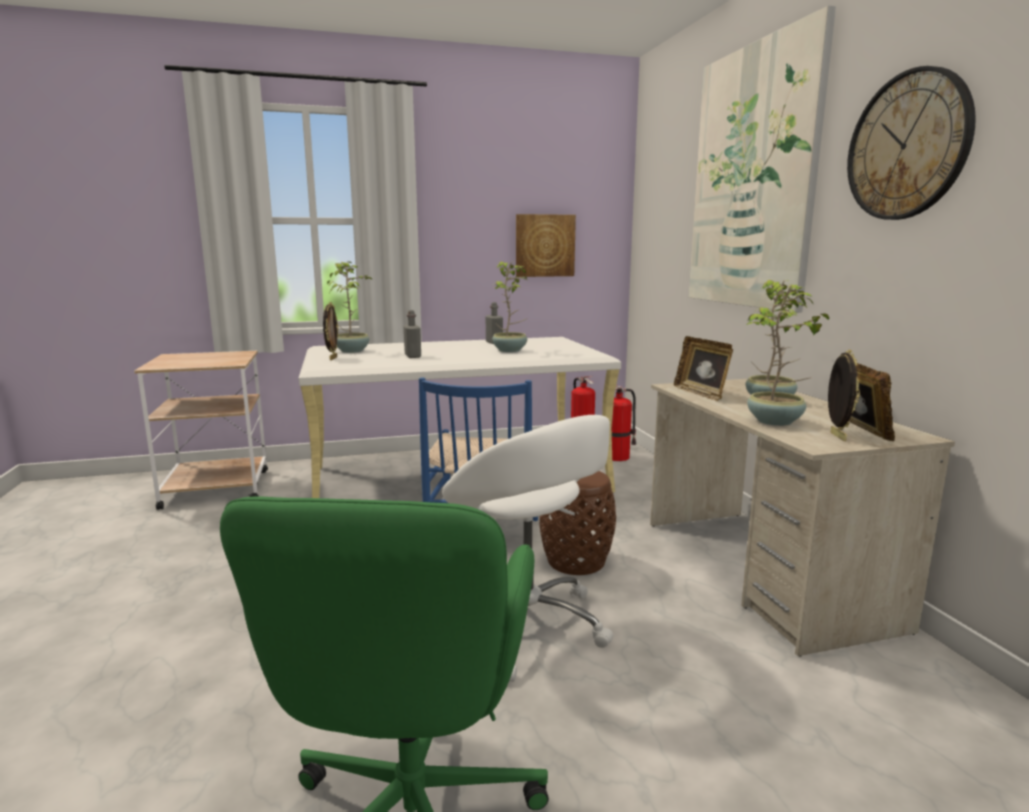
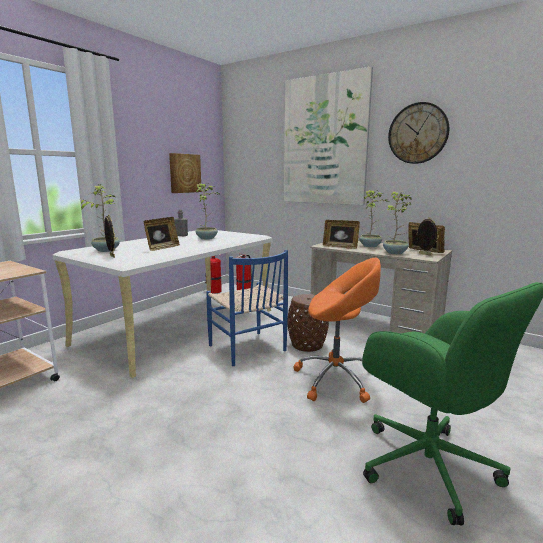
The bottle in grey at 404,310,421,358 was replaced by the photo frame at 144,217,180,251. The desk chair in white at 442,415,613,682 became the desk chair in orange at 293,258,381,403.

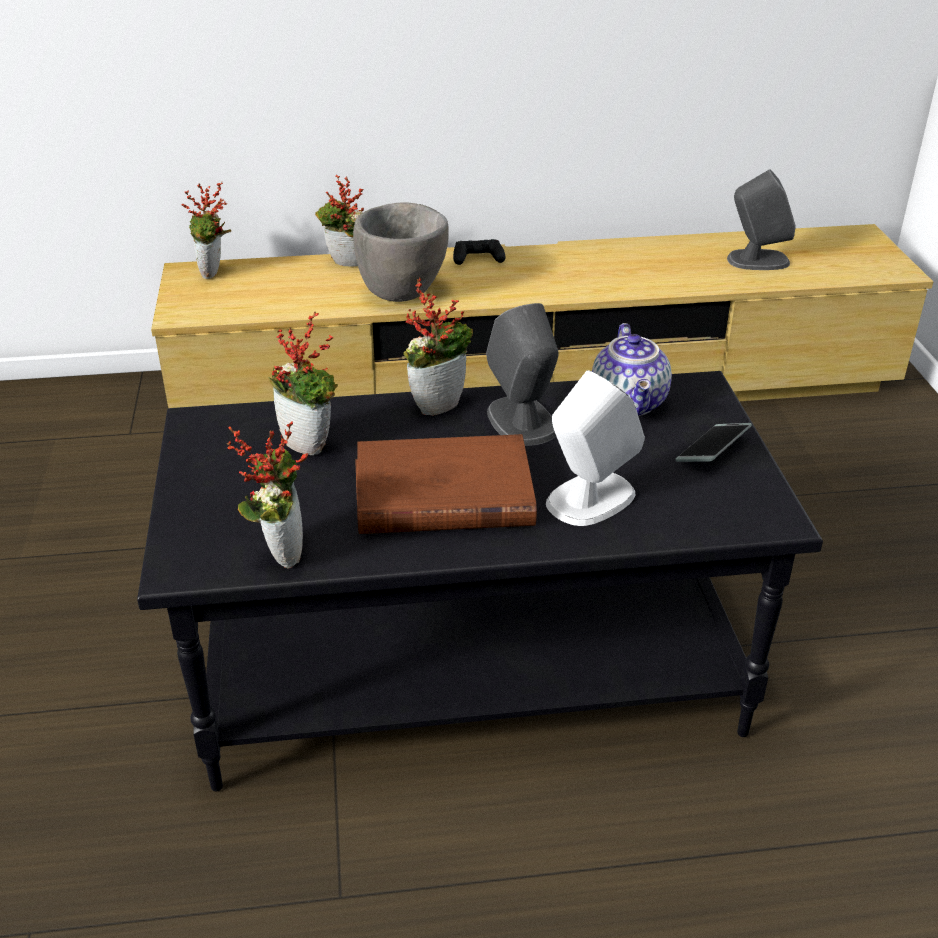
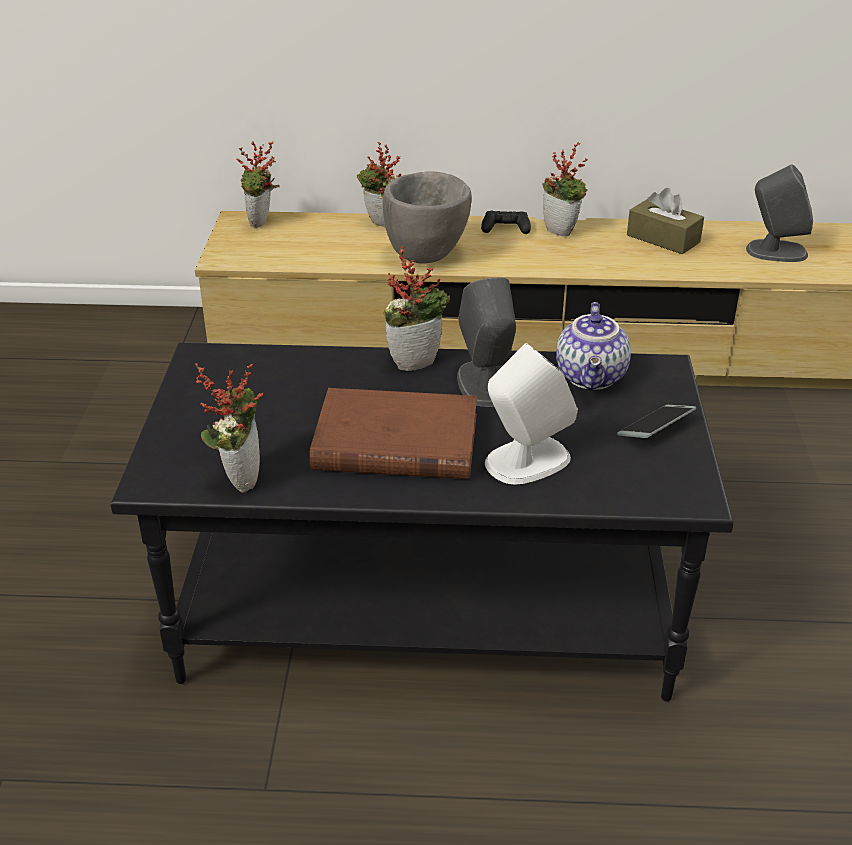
The potted plant moved from 268,312,338,455 to 542,142,588,237. The tissue box in brown-coloured at 627,188,704,254 appeared.

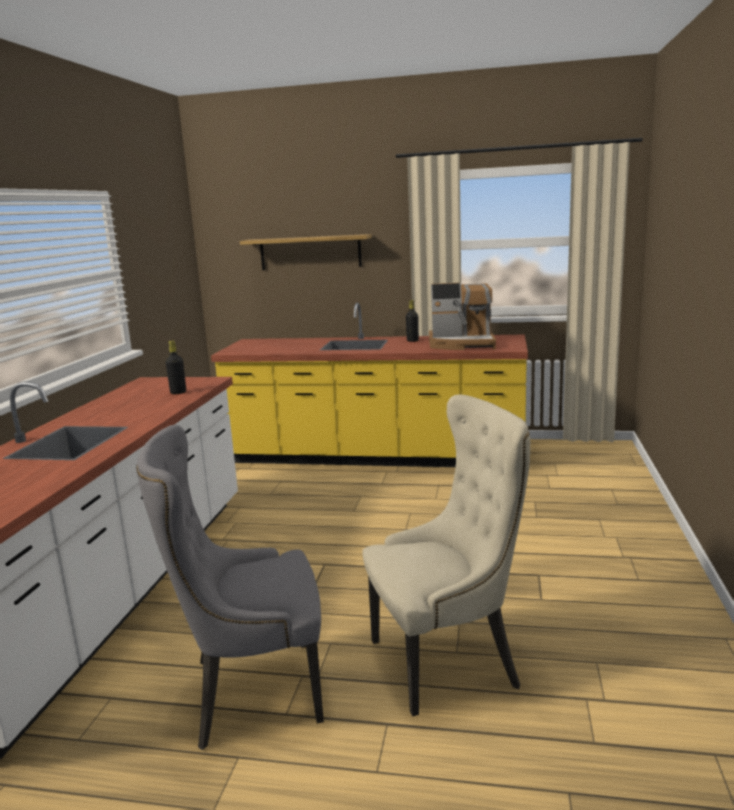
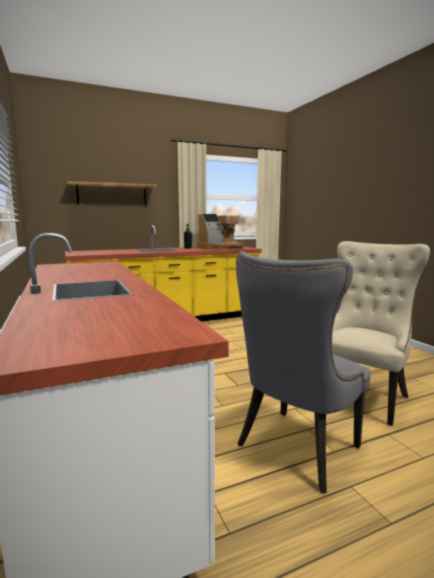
The bottle in blackish at 166,341,186,394 disappeared.

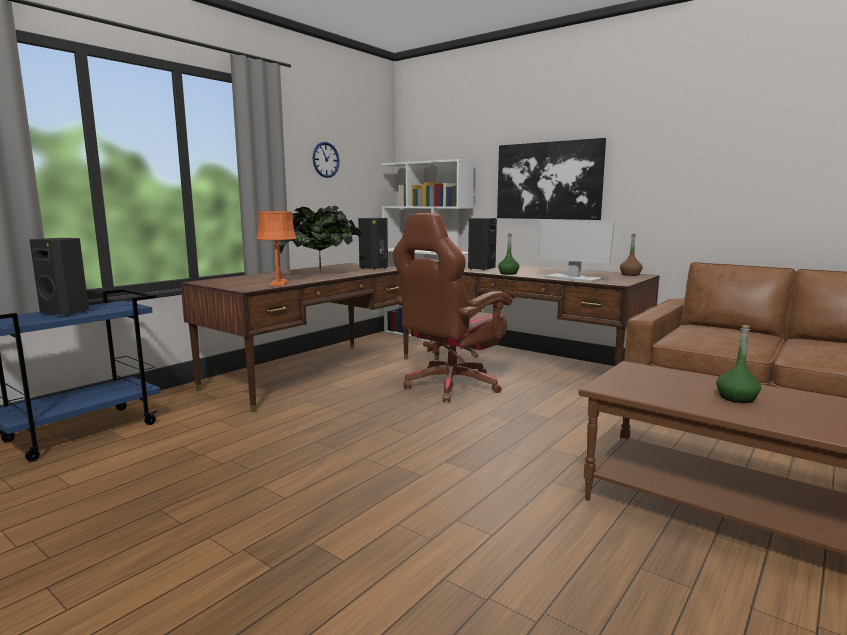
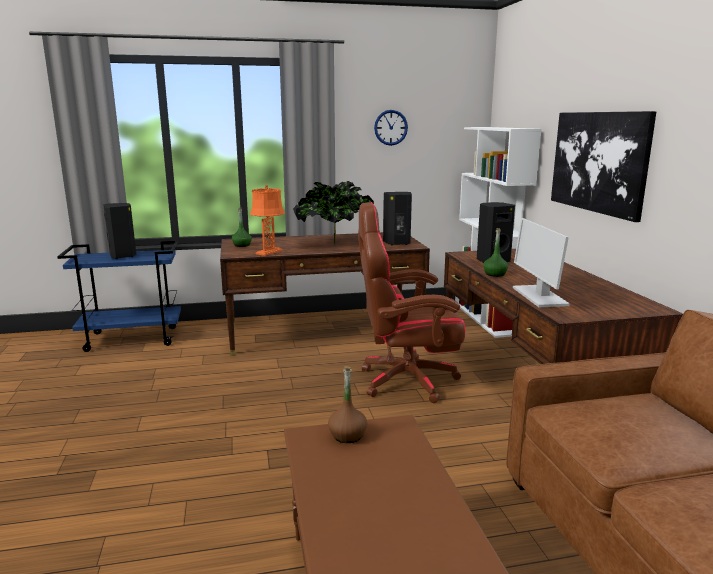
The bottle in brown-coloured moved from 620,234,643,276 to 328,366,367,443. The bottle in green-coloured moved from 716,325,761,403 to 232,208,252,247.

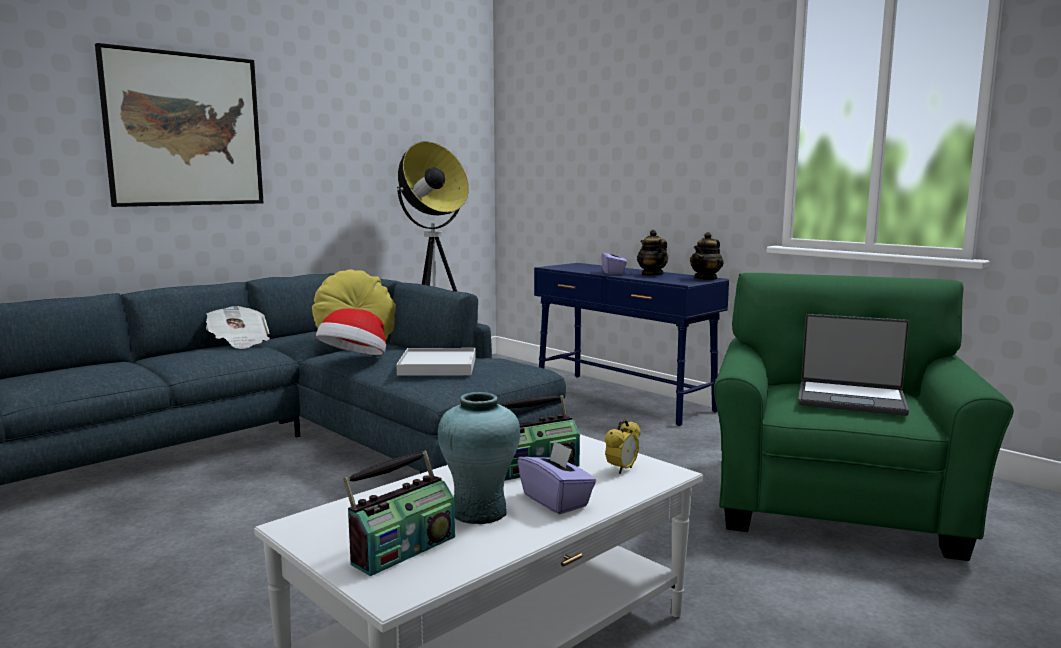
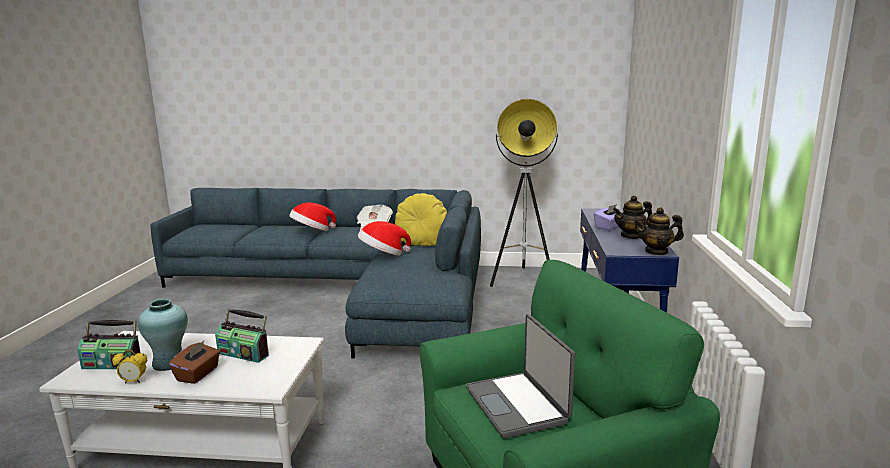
The wall art at 95,43,264,207 disappeared. The carrying tray in white at 396,348,476,376 disappeared. The tissue box in purple at 517,441,596,514 became the tissue box in brown-coloured at 169,341,220,384. The bedside clock moved from 605,419,641,474 to 112,350,147,383. The tea pot at 637,230,668,276 turned 135 degrees counterclockwise. The clothing hat at 289,202,336,231 appeared.

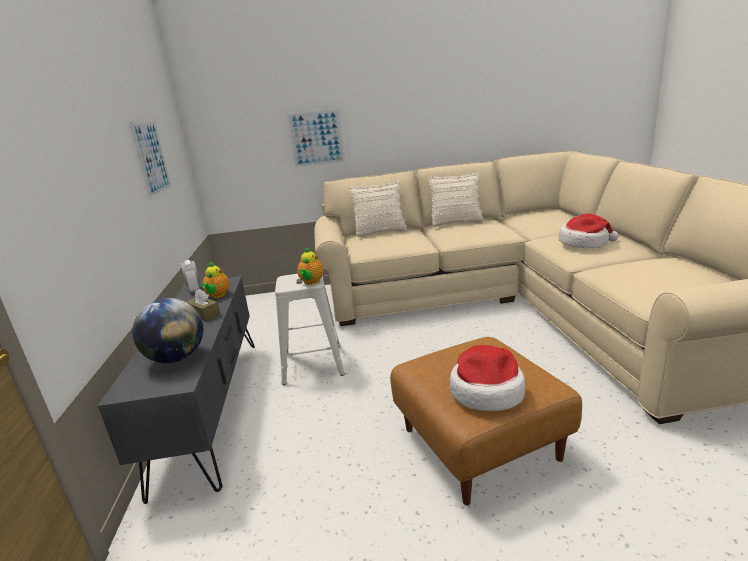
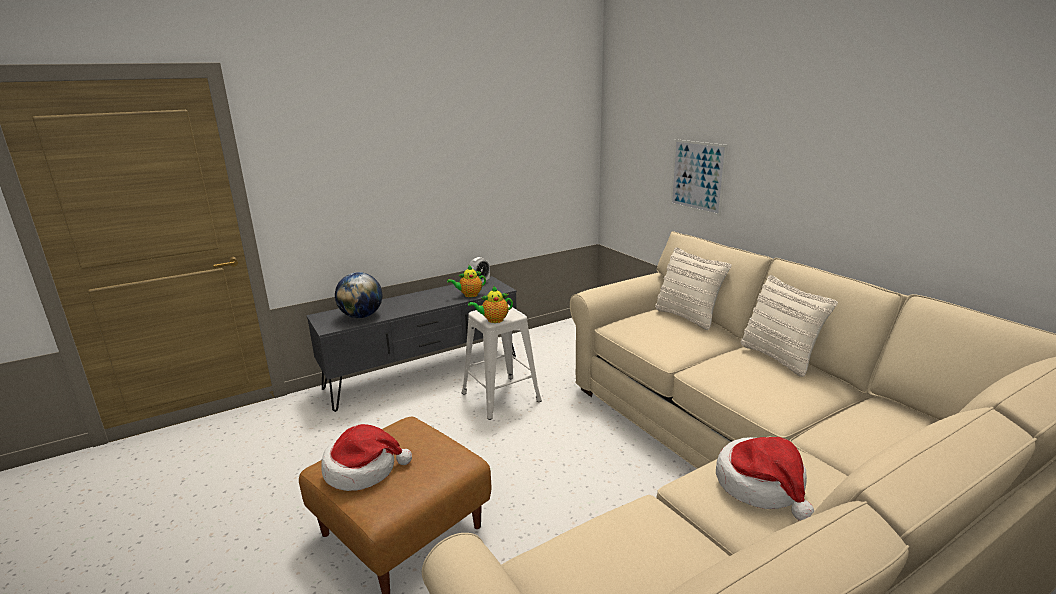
The wall art at 129,120,172,199 disappeared. The tissue box in brown-coloured at 187,289,221,321 disappeared.

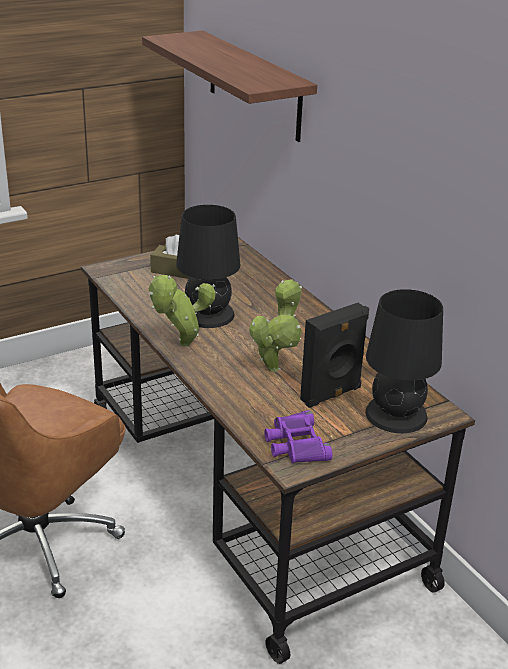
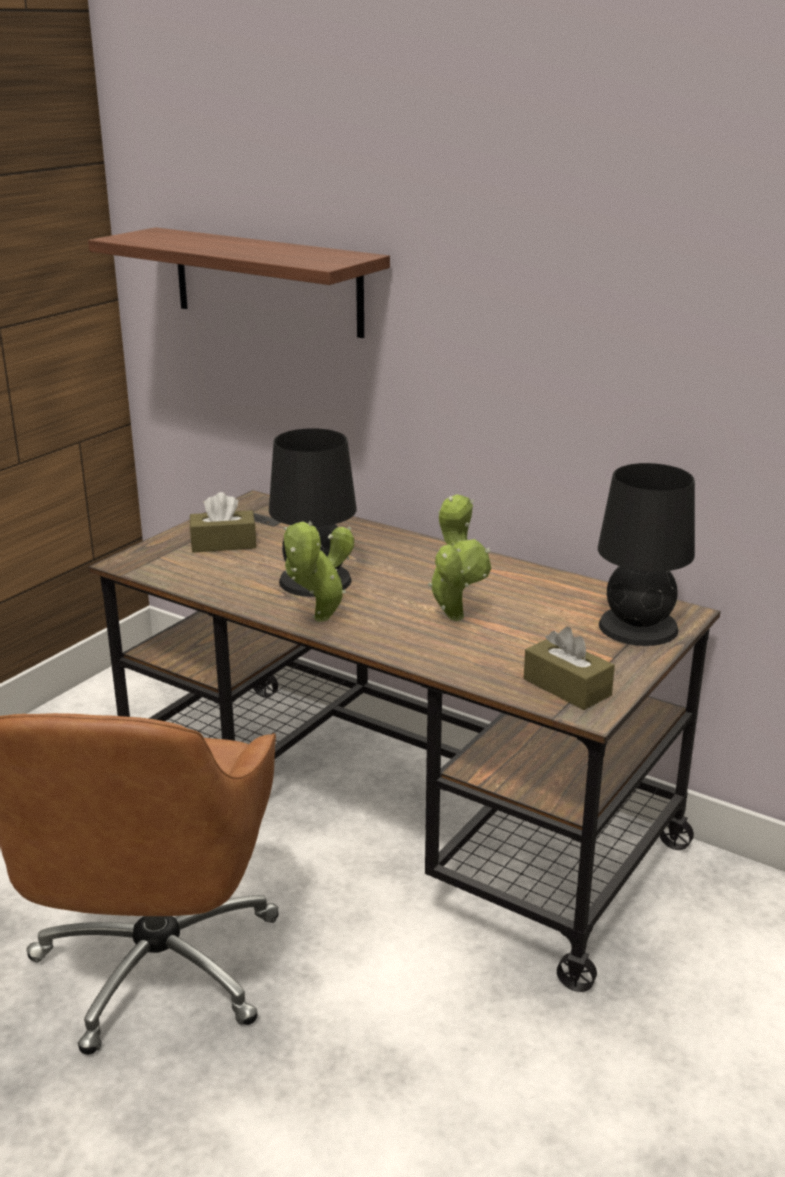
The binoculars in purple at 264,410,332,463 was replaced by the tissue box in brown-coloured at 524,627,615,710. The loudspeaker in blackish at 300,303,369,408 disappeared.

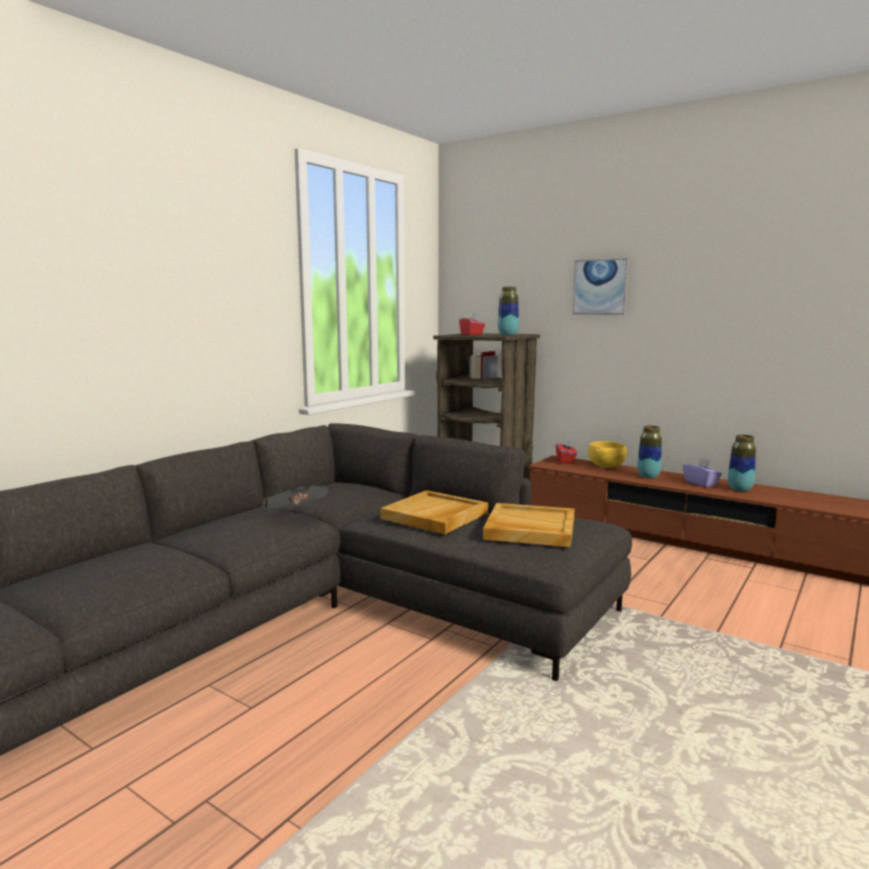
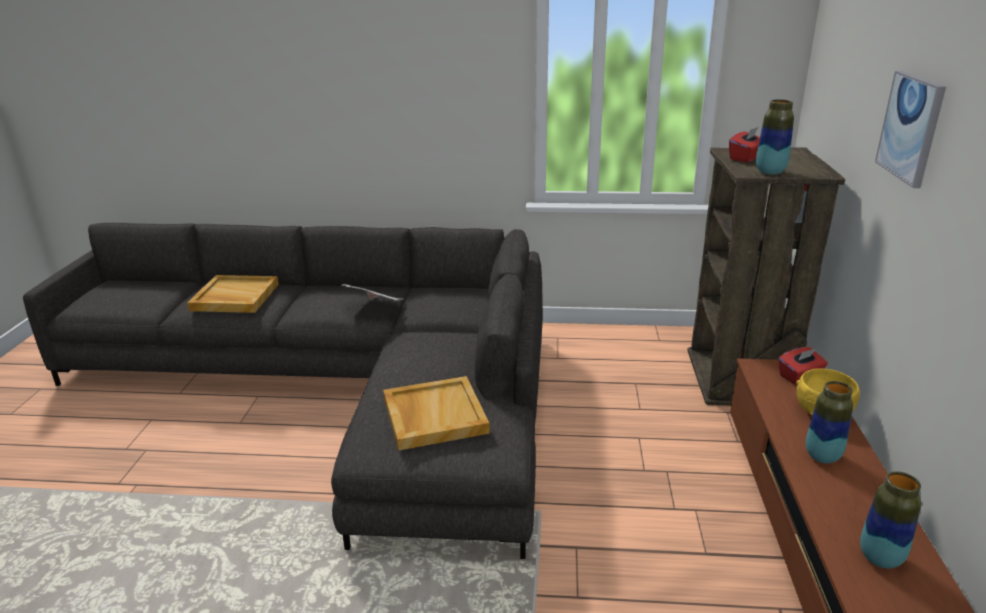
The carrying tray in beige moved from 380,490,488,534 to 187,275,279,313. The tissue box in purple at 683,457,722,487 disappeared.

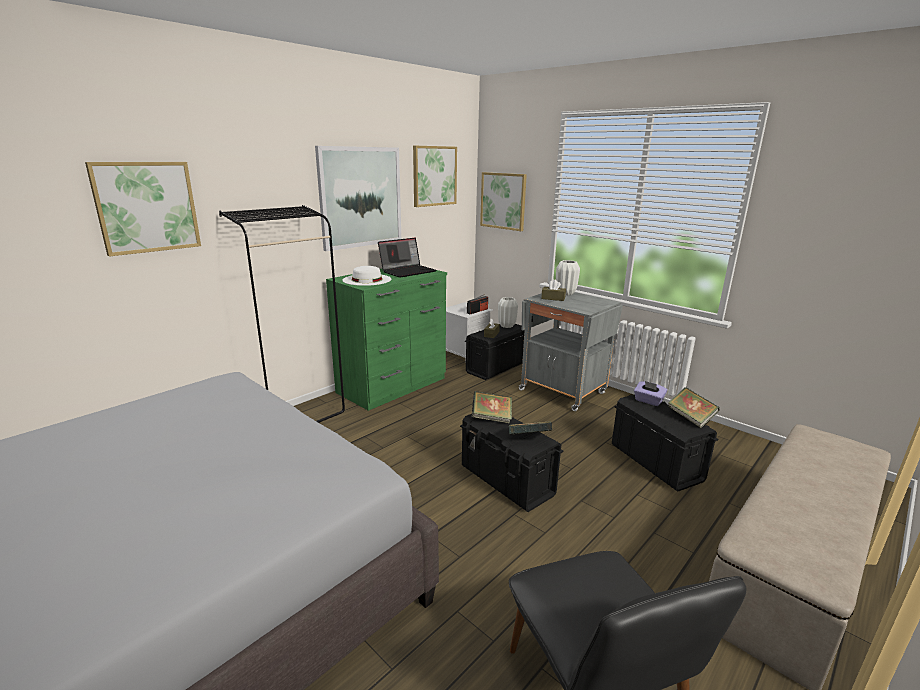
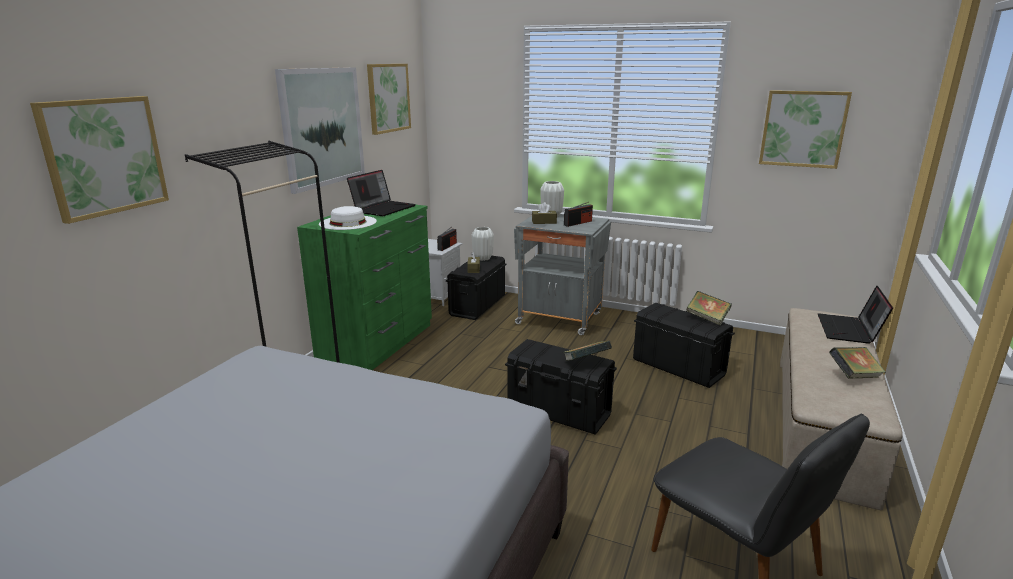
The book moved from 472,391,512,424 to 829,347,886,379. The wall art moved from 480,172,527,231 to 759,90,852,169. The tissue box in purple at 634,381,668,406 disappeared. The radio at 564,202,593,227 appeared. The notebook computer at 818,286,893,344 appeared.

